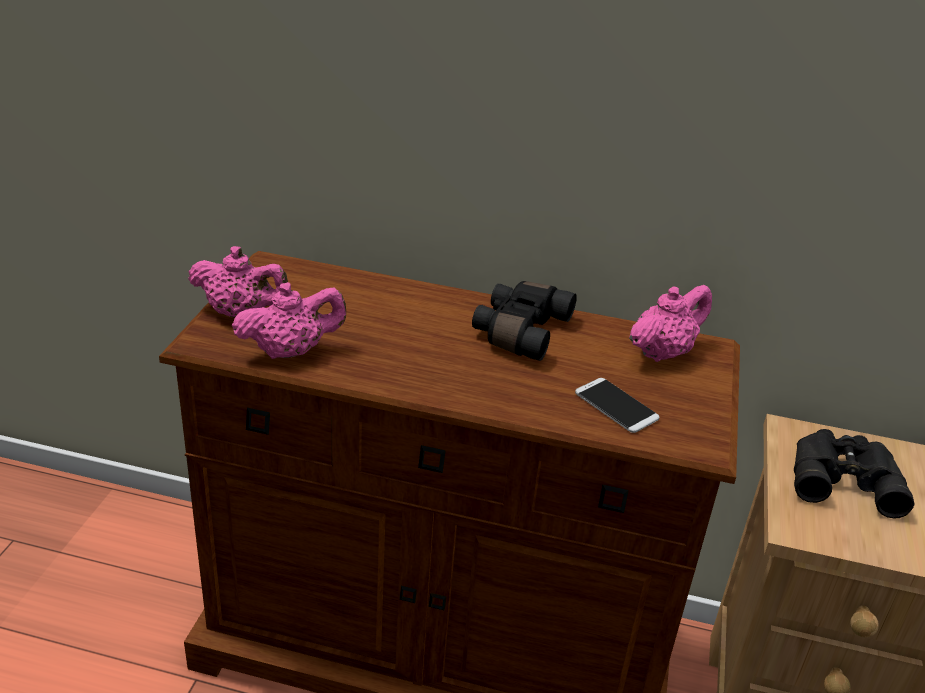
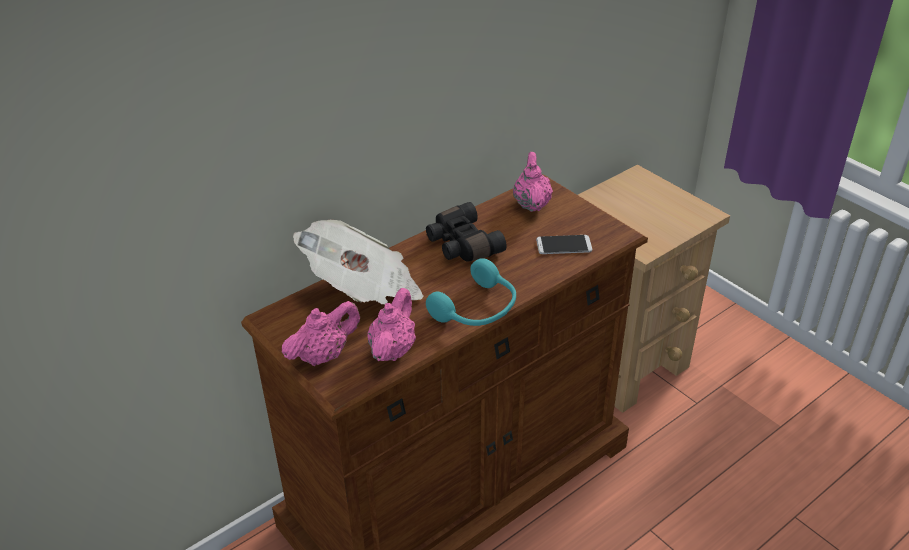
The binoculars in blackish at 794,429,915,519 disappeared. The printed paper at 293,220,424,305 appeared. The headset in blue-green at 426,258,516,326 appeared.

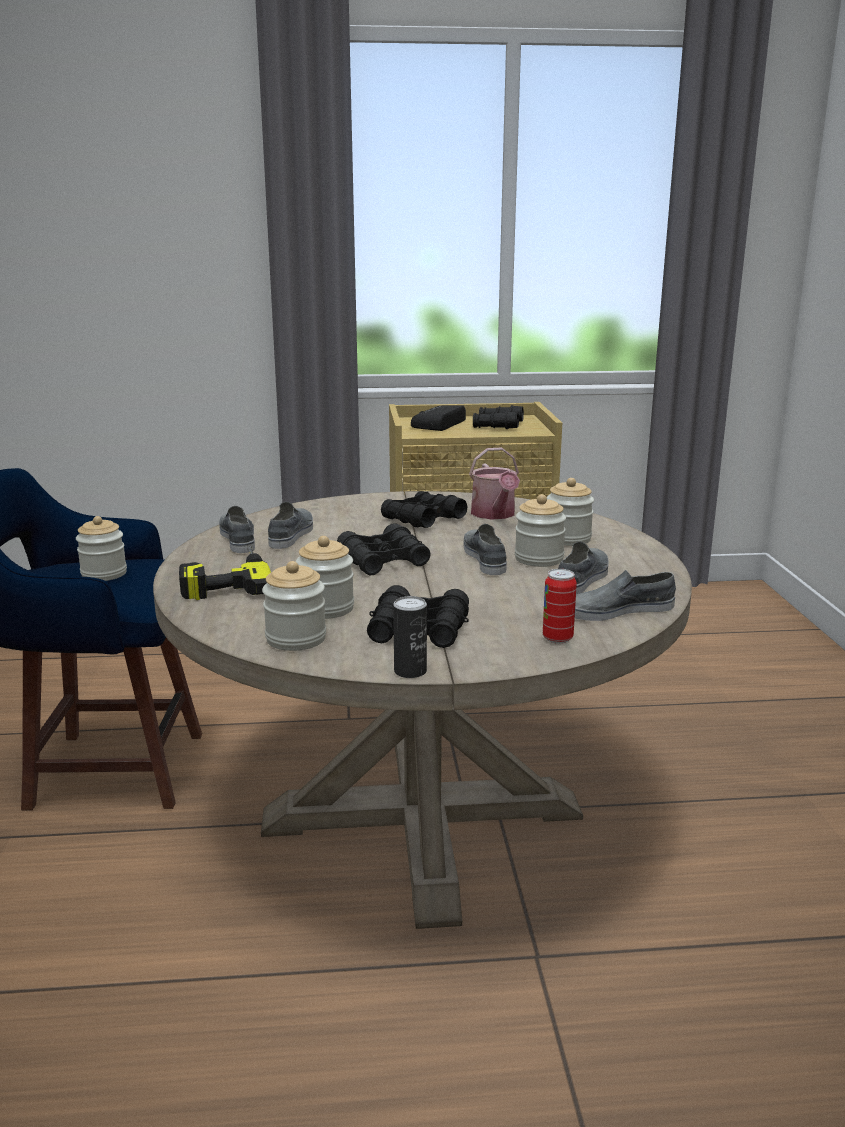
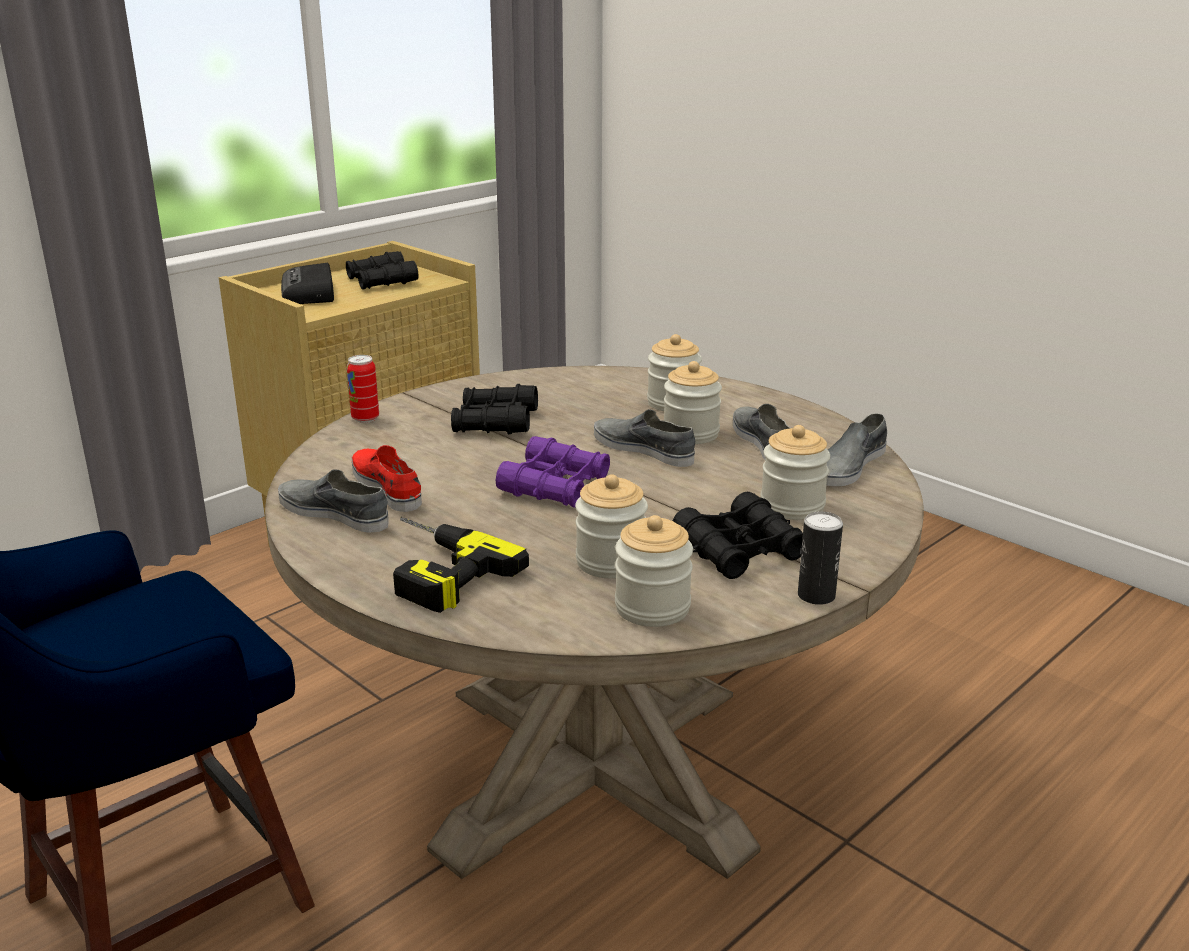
The jar moved from 76,516,127,581 to 760,425,830,520. The shoe in grey at 268,502,313,549 became the shoe in red at 352,445,422,512. The binoculars in blackish at 337,523,431,575 became the binoculars in purple at 496,436,610,508. The watering can at 469,448,520,519 disappeared. The sealed can moved from 543,569,577,644 to 347,355,379,423.

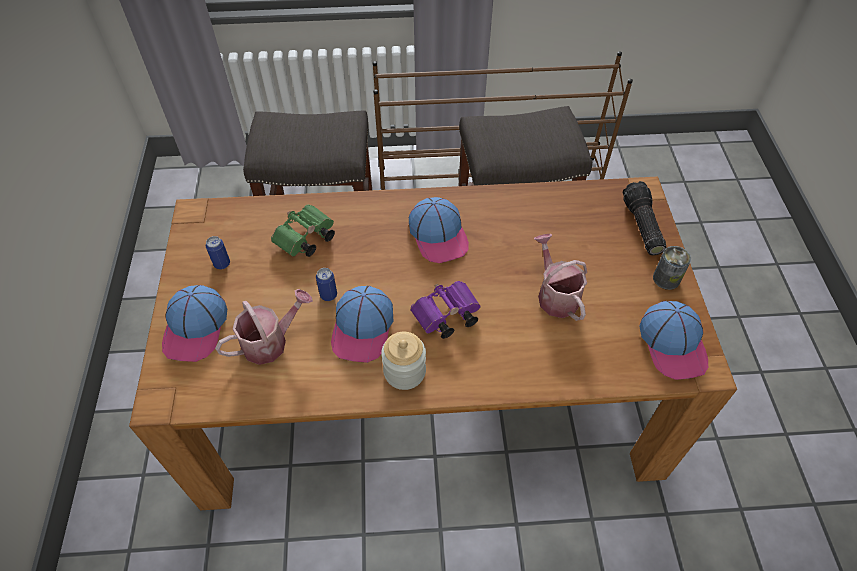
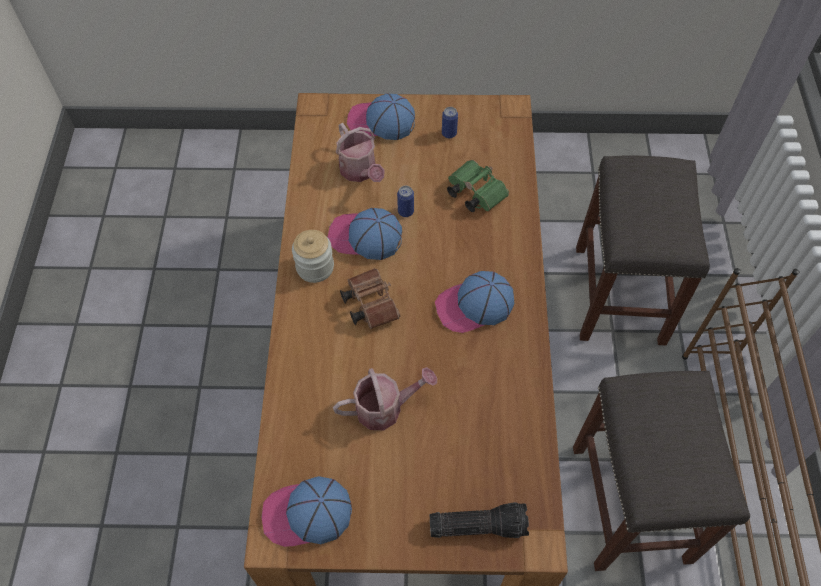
The binoculars in purple at 410,281,481,339 became the binoculars in brown-coloured at 340,268,400,329. The sealed can at 653,246,691,290 disappeared.

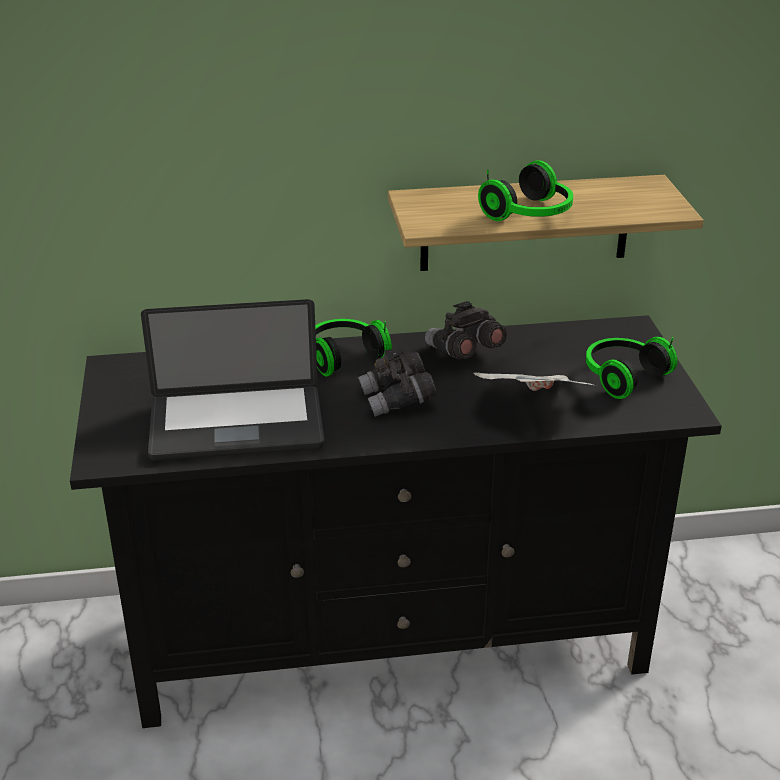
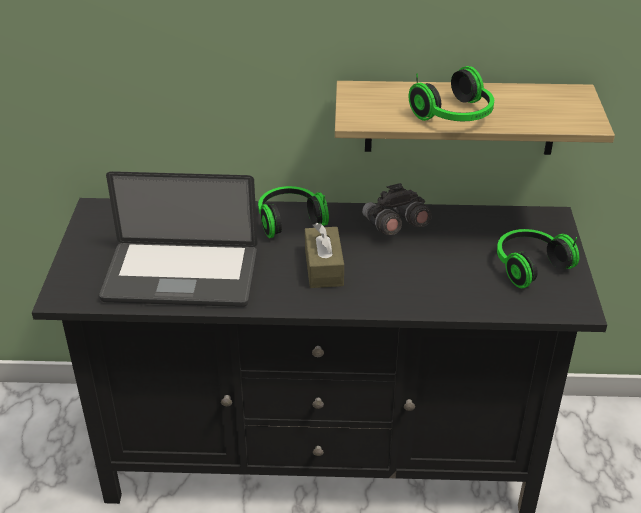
The binoculars in grey at 358,348,437,417 was replaced by the tissue box in brown-coloured at 305,223,344,288. The printed paper at 474,373,596,391 disappeared.

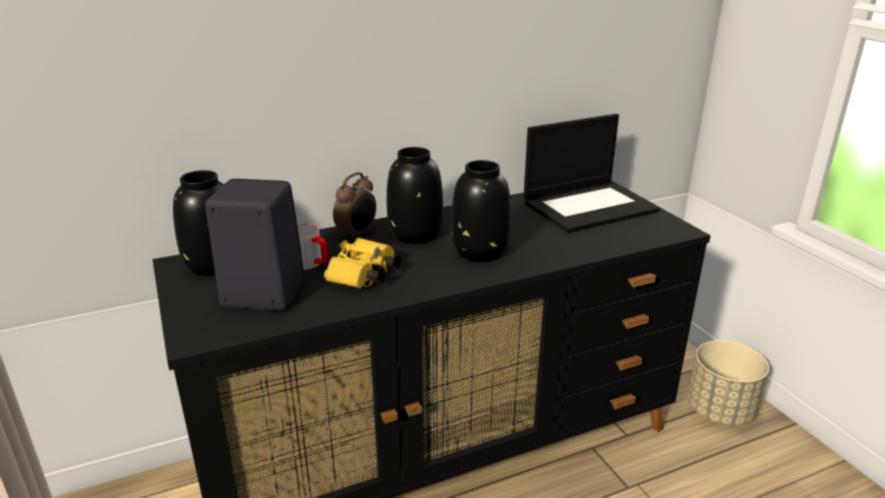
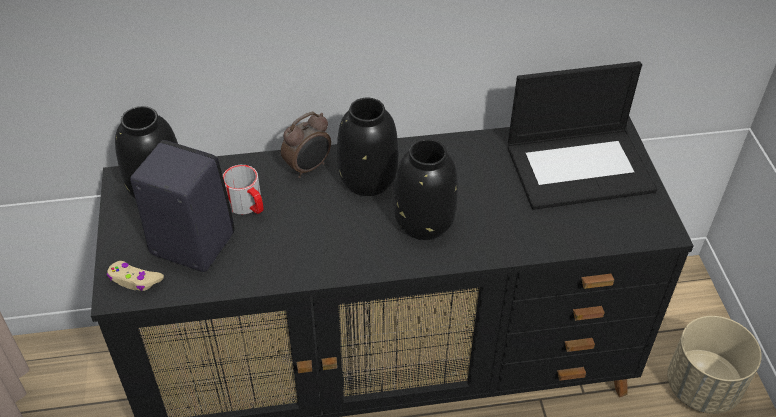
The binoculars in yellowish at 324,237,401,288 disappeared. The gamepad in beige at 106,261,164,291 appeared.

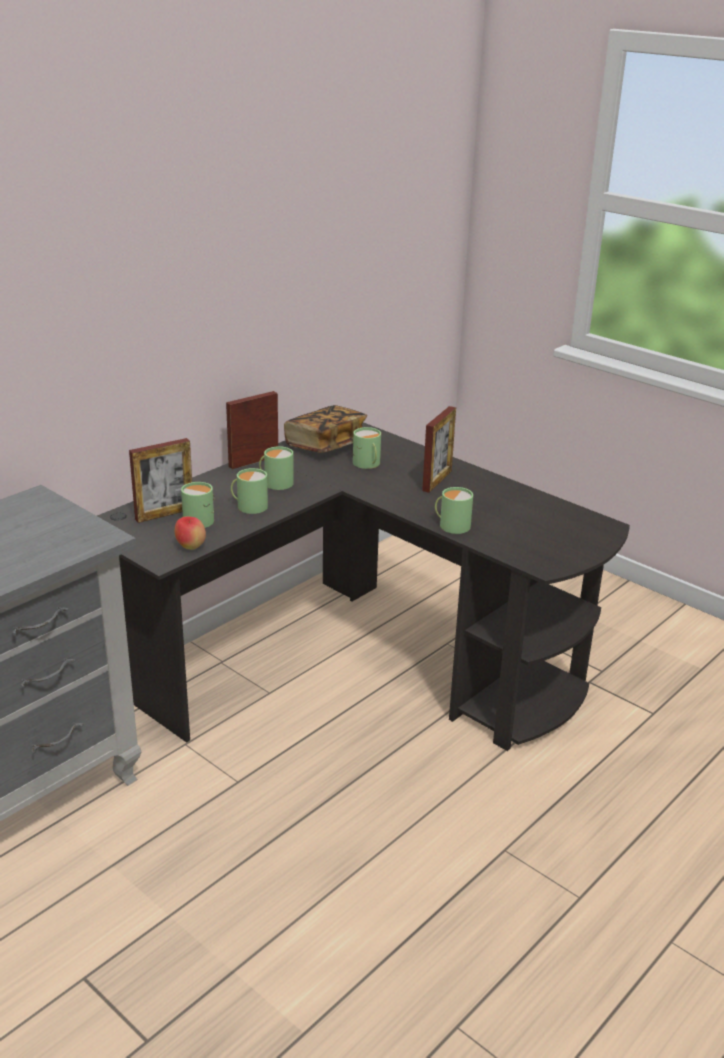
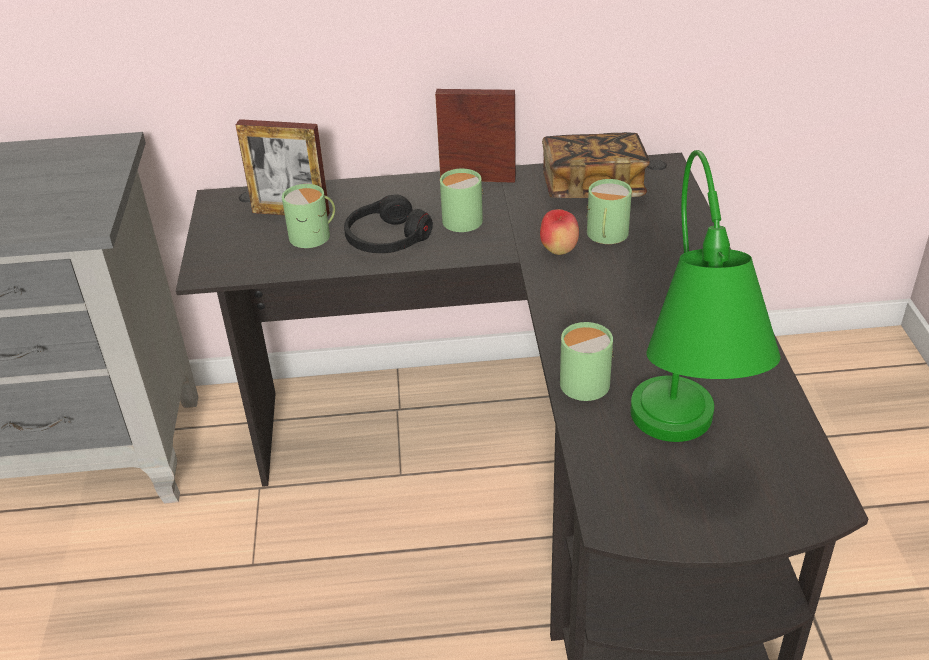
The whole apple moved from 175,516,206,550 to 540,209,579,255. The mug in green-coloured at 231,468,268,514 was replaced by the headset in blackish at 344,194,433,253. The photo frame at 422,406,456,493 disappeared. The table lamp in green-coloured at 630,150,781,442 appeared.

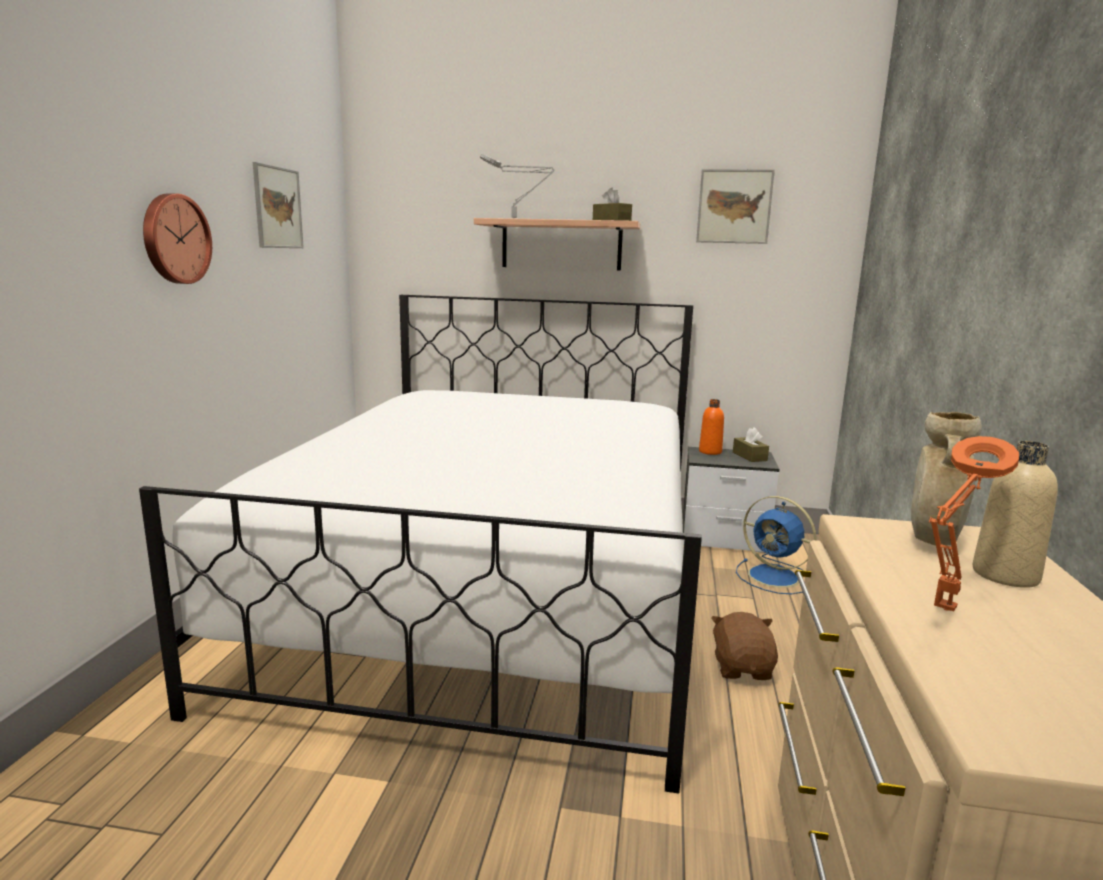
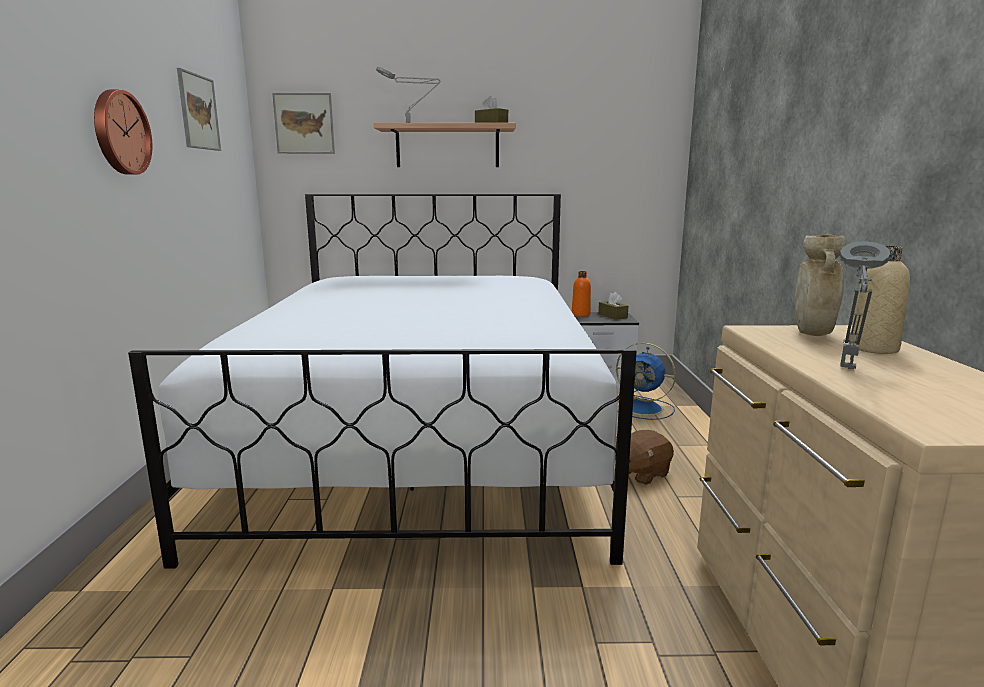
The wall art moved from 696,169,775,244 to 272,93,335,154. The cuddly toy in brown-coloured at 711,612,778,680 turned 120 degrees counterclockwise. The table lamp in orange at 929,436,1019,611 became the table lamp in grey at 840,241,891,369.

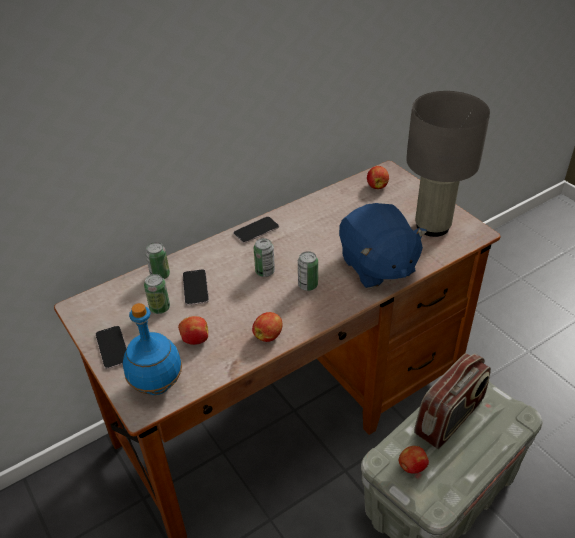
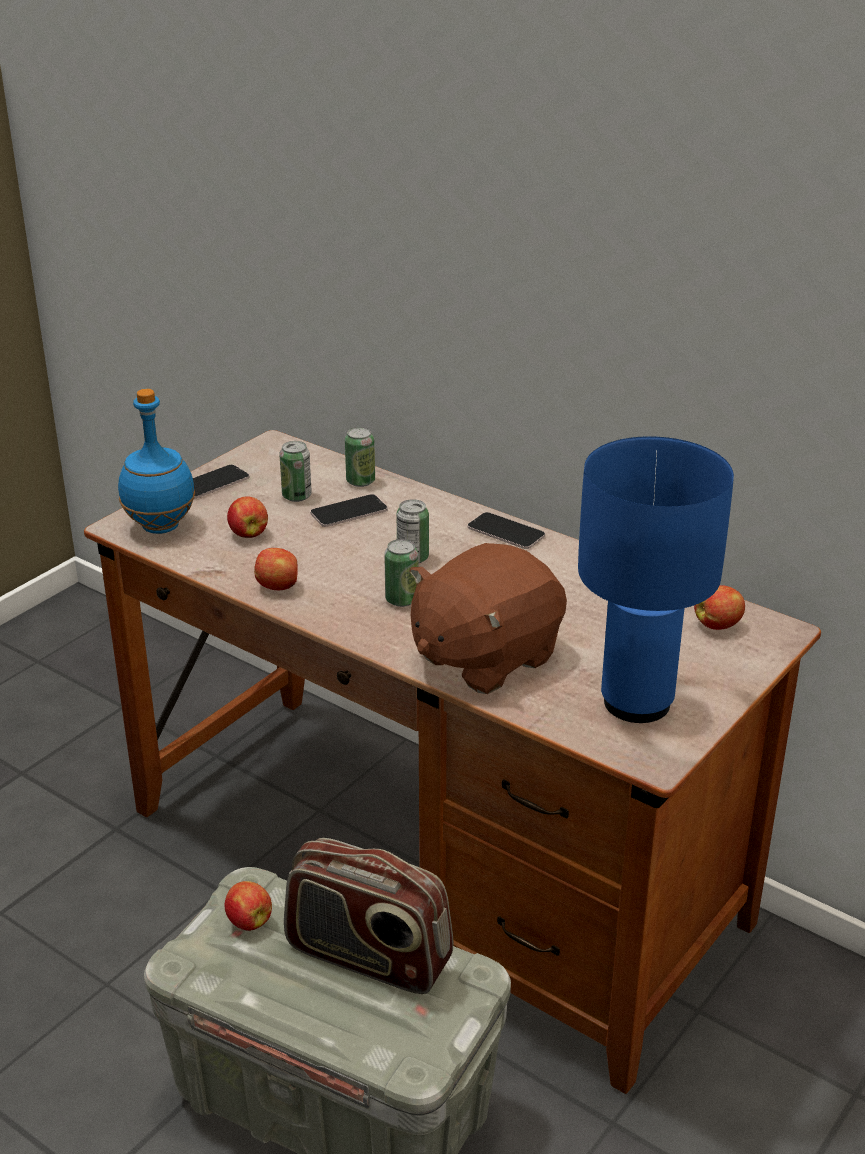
The cuddly toy in blue at 339,203,427,288 became the cuddly toy in brown-coloured at 410,543,567,694. The table lamp in grey at 406,91,490,237 became the table lamp in blue at 578,436,734,723.

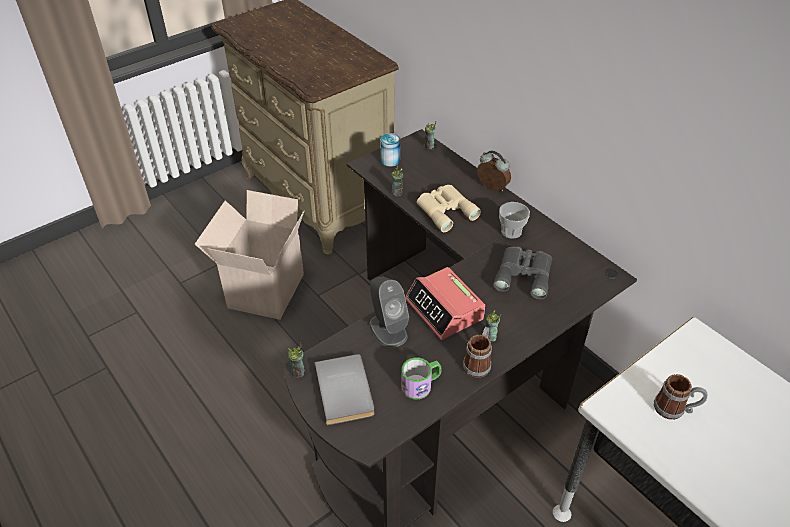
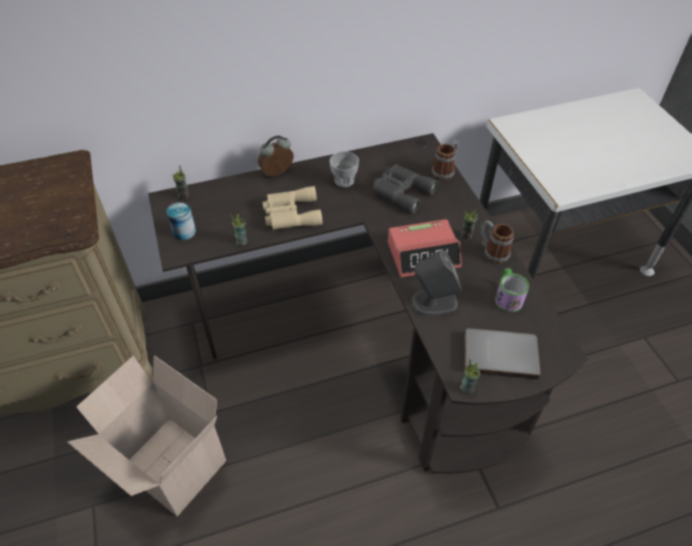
The mug moved from 654,374,707,420 to 432,140,459,180.

